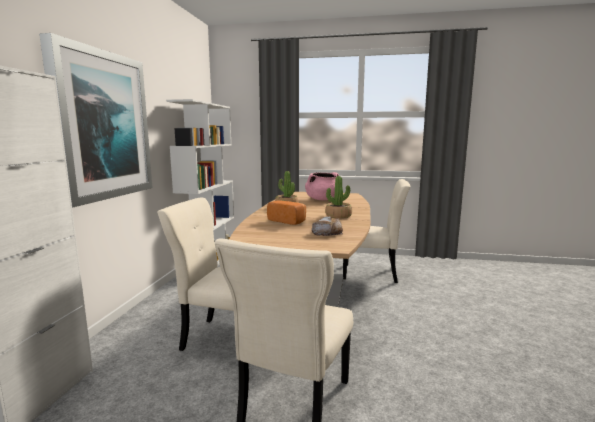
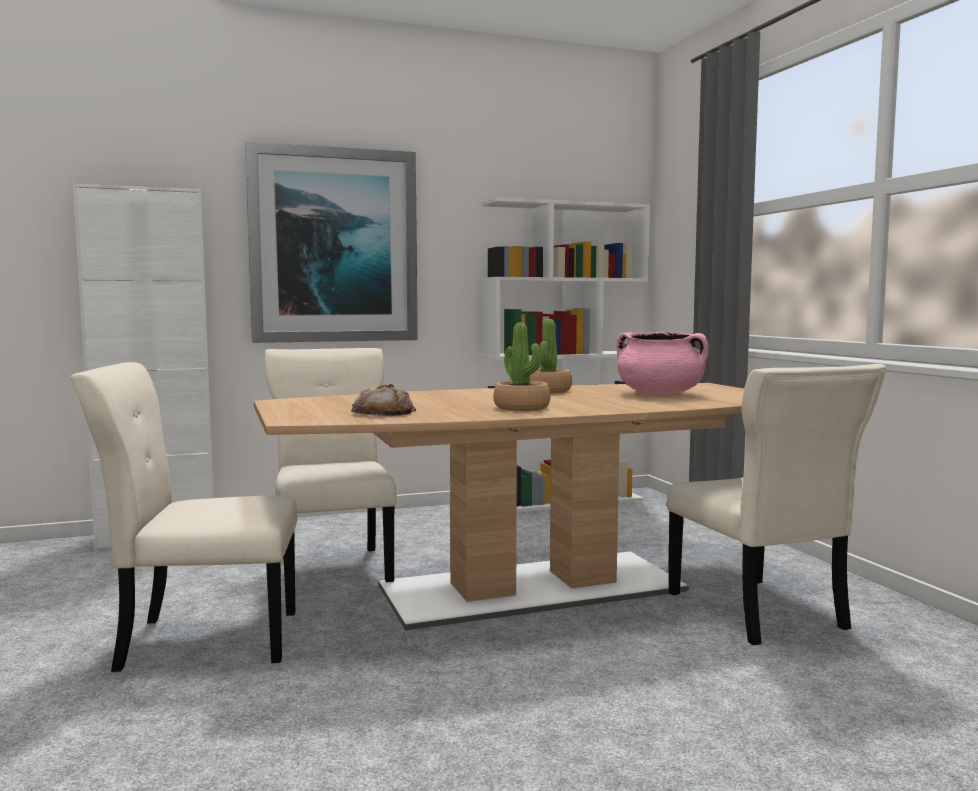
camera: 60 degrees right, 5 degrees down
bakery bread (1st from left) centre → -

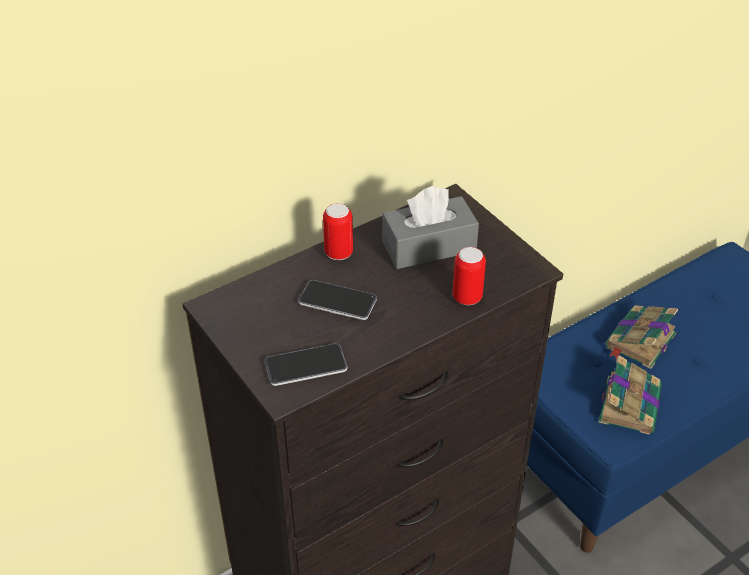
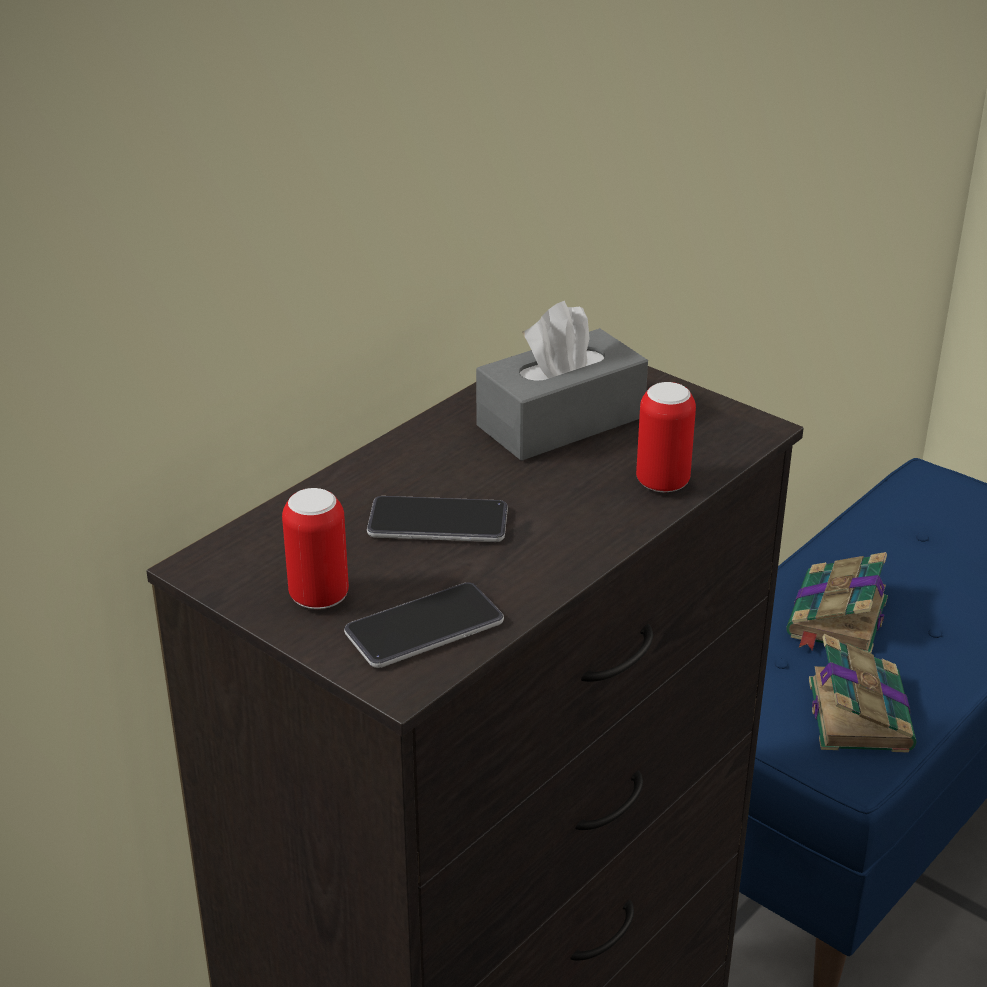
camera: 15 degrees left, 10 degrees down
sealed can (1st from left) centre → sealed can (1st from left) middle left, moved

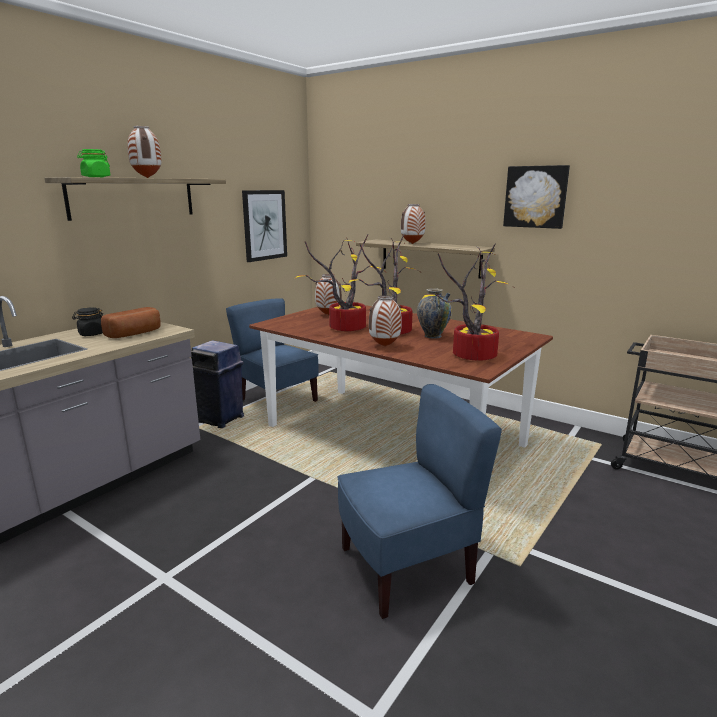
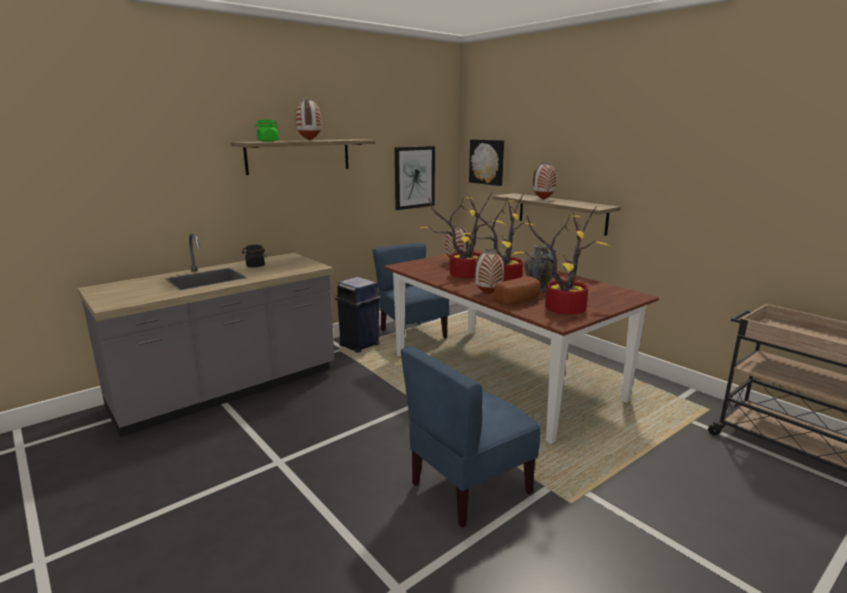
camera: 15 degrees right, 0 degrees up
bakery bread middle left → bakery bread centre, moved
plain chair (bluish) (2nd from left) bottom centre, 150 degrees clockwise
picture (2nd from left) top right → picture (2nd from left) top centre, moved

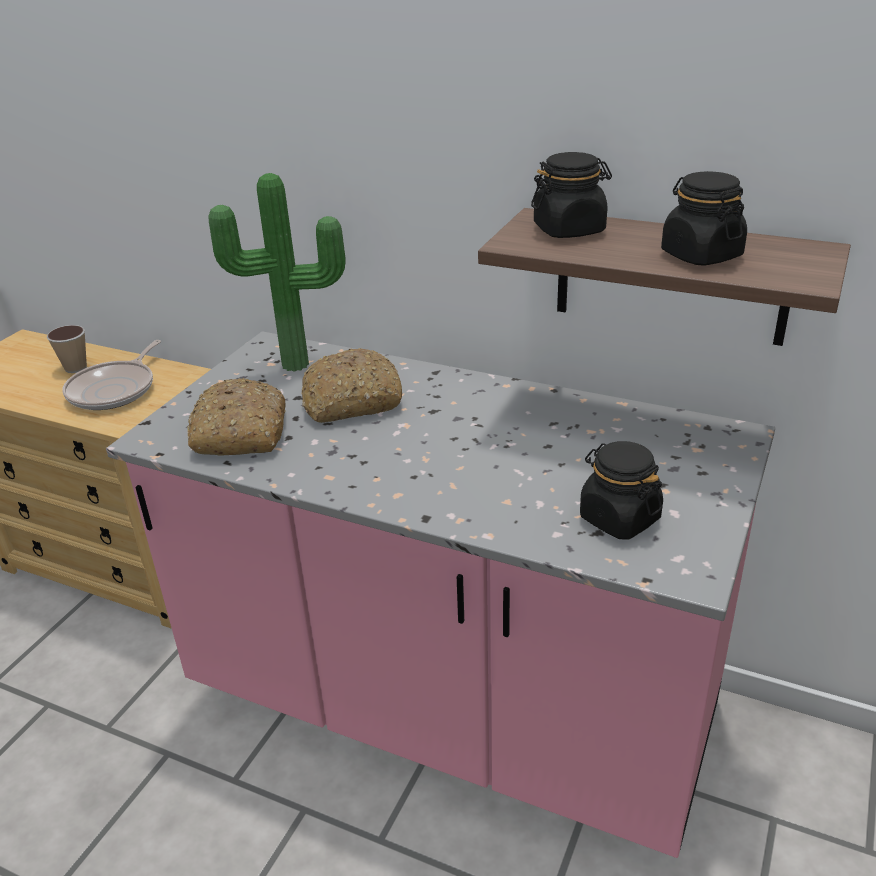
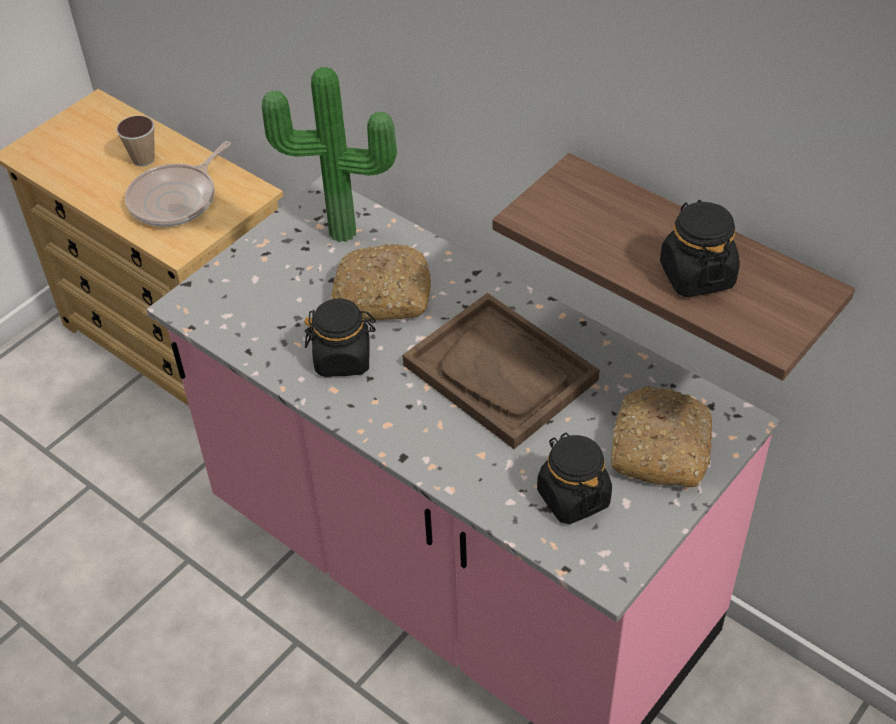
camera: 15 degrees right, 15 degrees up
bakery bread (1st from left in the first image) middle left → bakery bread (2nd from left) middle right, moved
jar (black-coloured) (1st from left) top centre → jar (black-coloured) (1st from left) centre, moved
- → carrying tray (brown) centre

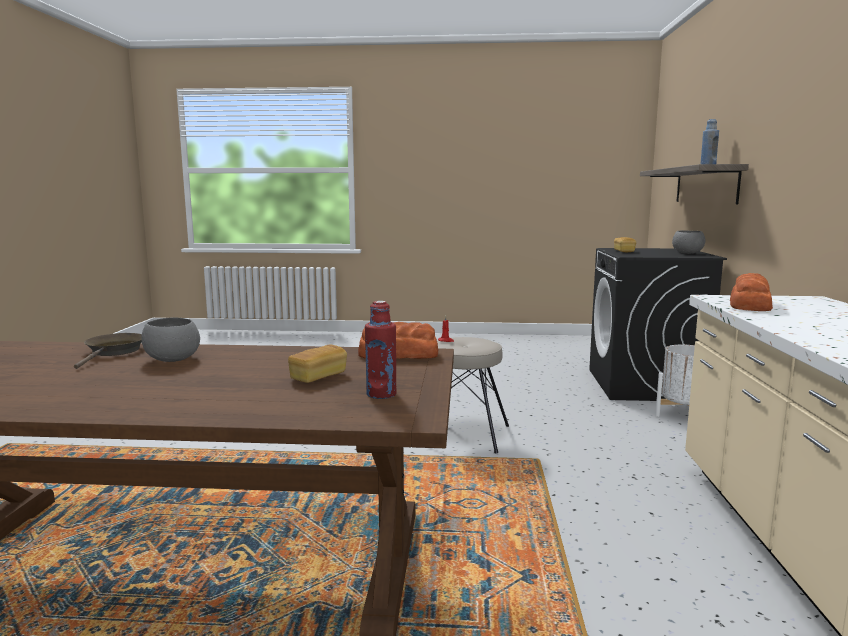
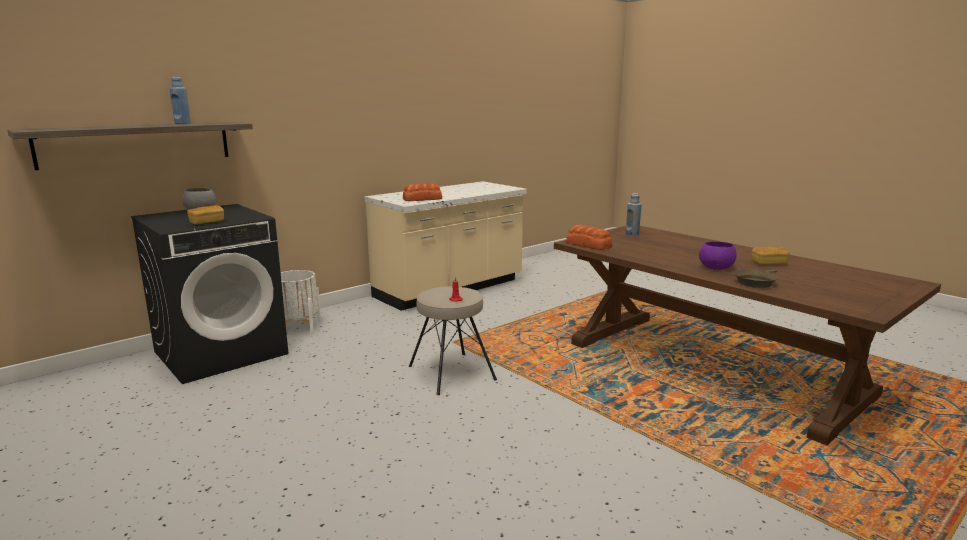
camera: 135 degrees left, 5 degrees up
bowl (greyish) (1st from left) middle left → bowl (purple-coloured) middle right
bakery bread (1st from left in the first image) centre → bakery bread (4th from left) middle right, moved
bottle (red-coloured) centre → bottle (bluish) (2nd from left) centre

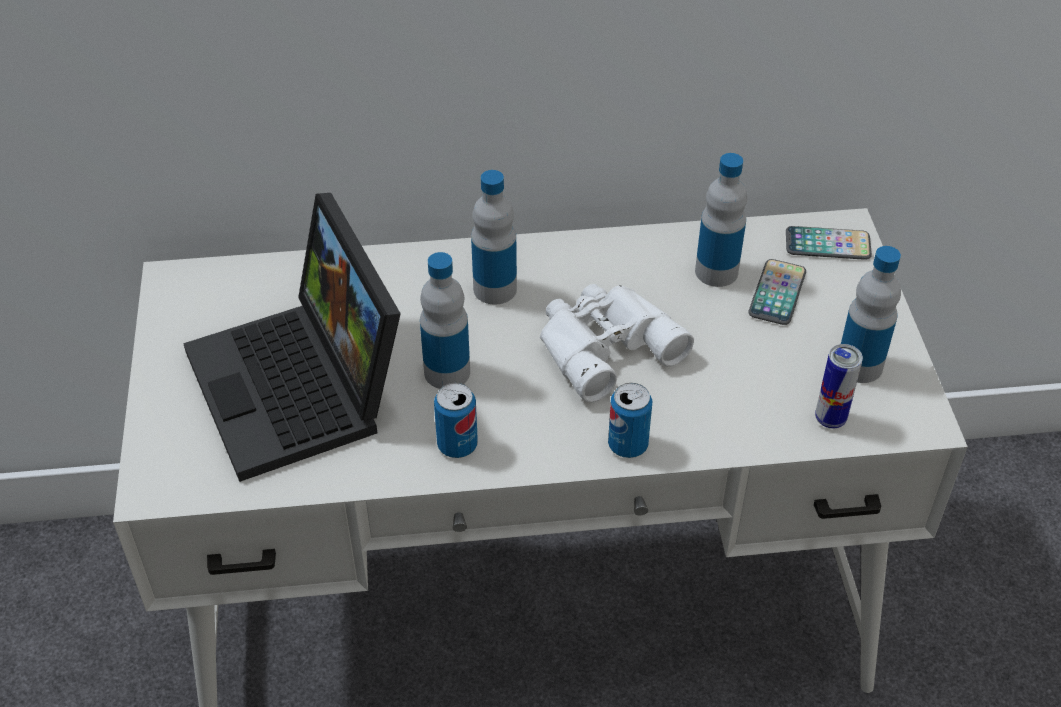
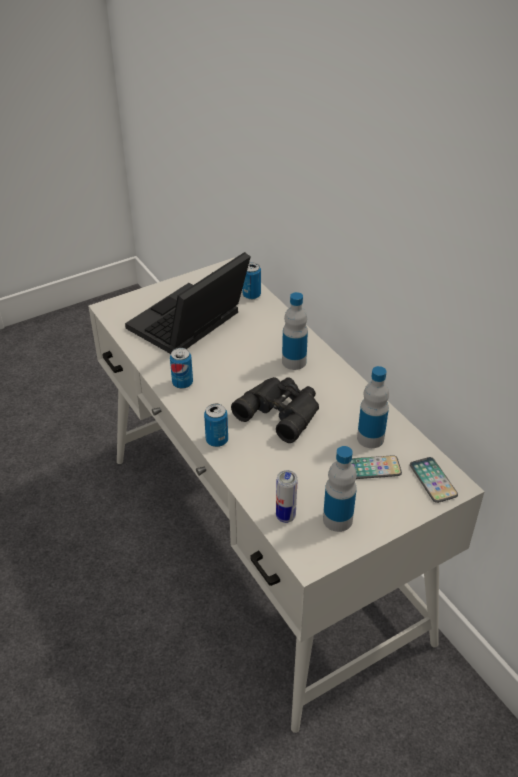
camera: 65 degrees right, 5 degrees down
bottle (1st from left) centre → -
field glasses (white-coloured) centre → field glasses (black-coloured) centre
- → sealed can (3rd from left) centre

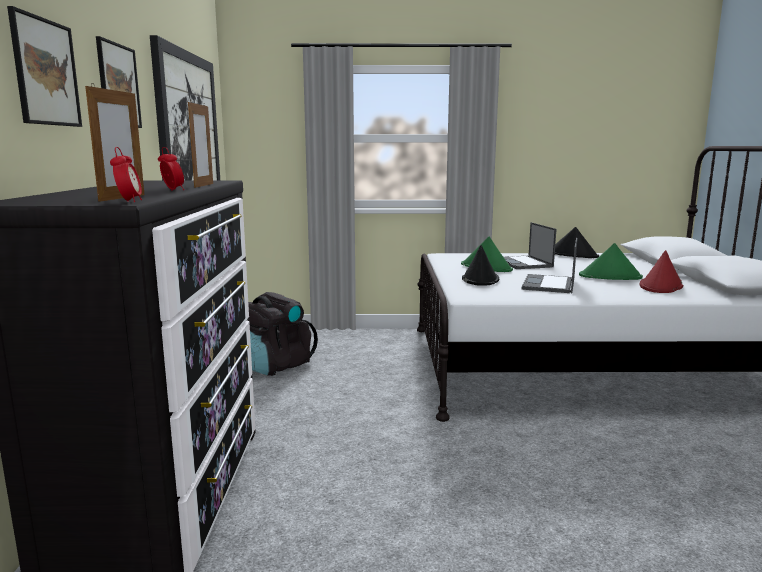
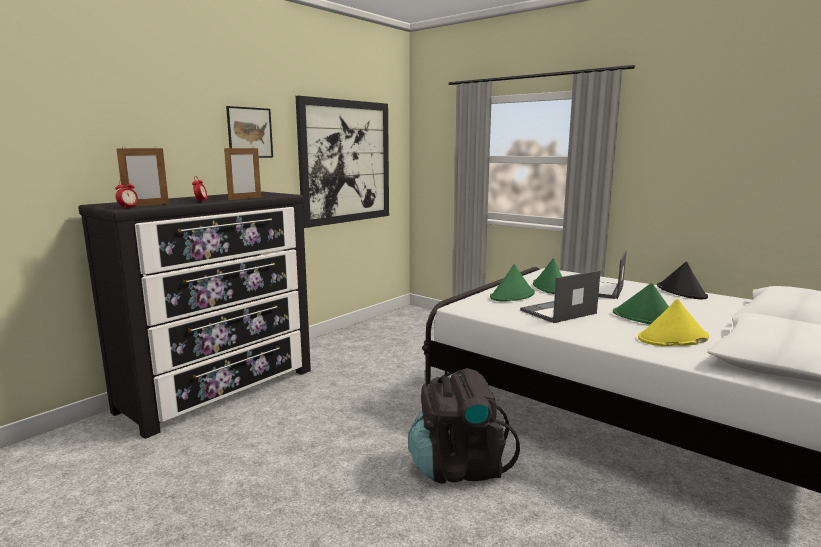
camera: 40 degrees right, 0 degrees up
picture (1st from left) top left → -
knapsack (black-coloured) centre → knapsack (black-coloured) bottom centre, moved
clothing hat (black-coloured) (1st from left) centre → clothing hat (greenish) (1st from left) centre
clothing hat (red-coloured) middle right → clothing hat (yellow-coloured) middle right

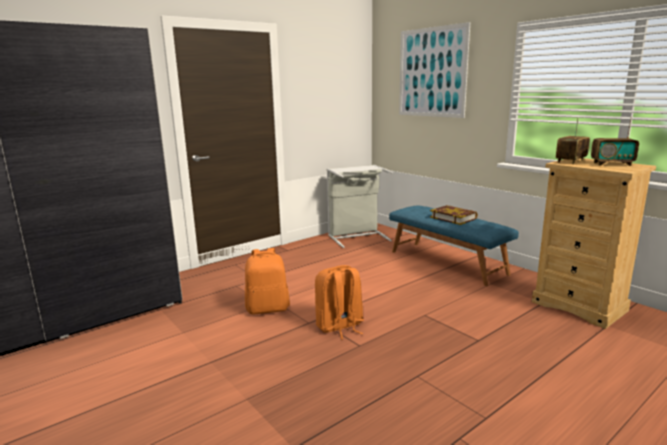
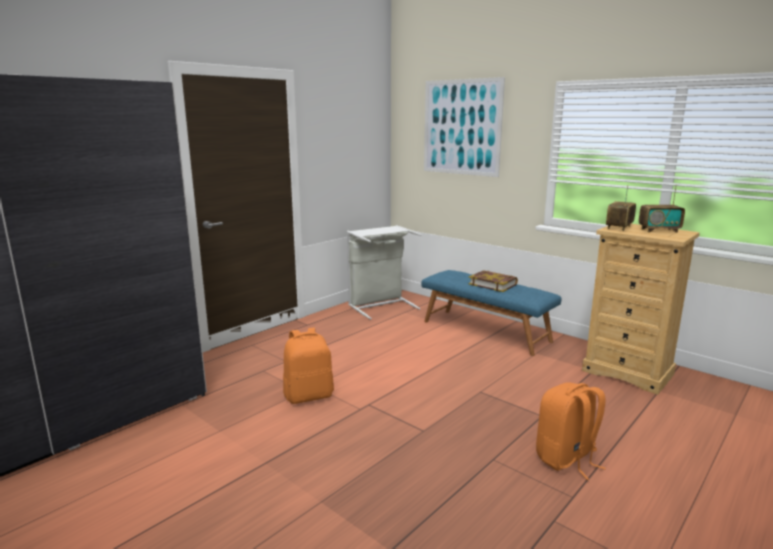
camera: 10 degrees left, 0 degrees up
knapsack (orangey) (2nd from left) bottom centre → knapsack (orangey) (2nd from left) bottom right, moved

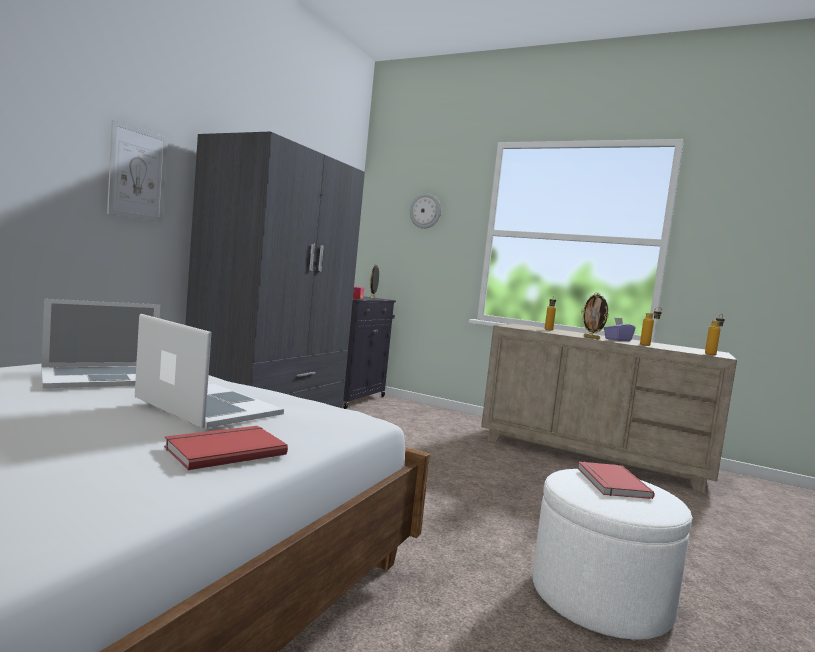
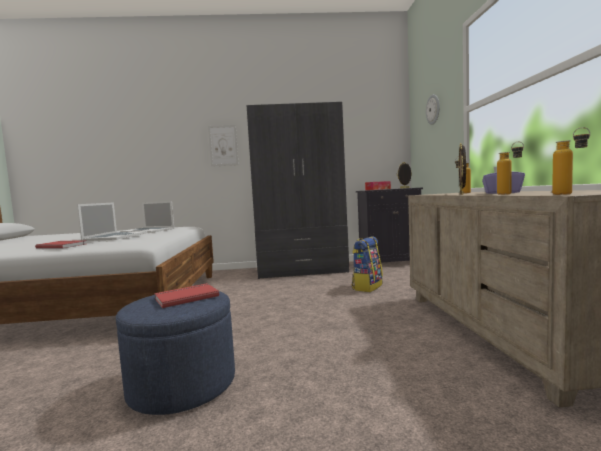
camera: 60 degrees right, 0 degrees up
ottoman (white-coloured) bottom right → ottoman (bluish) bottom left
- → knapsack centre

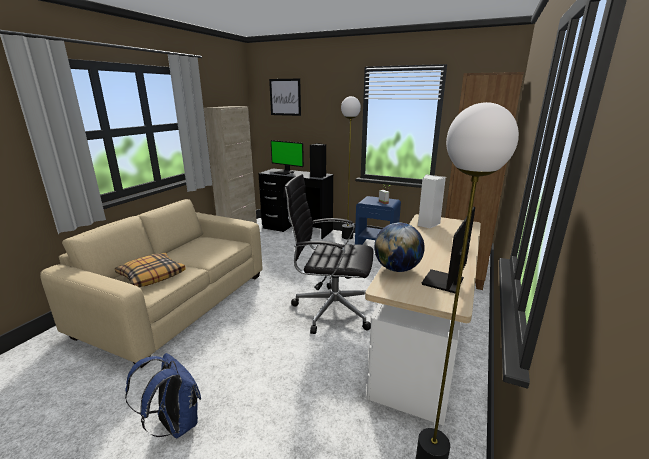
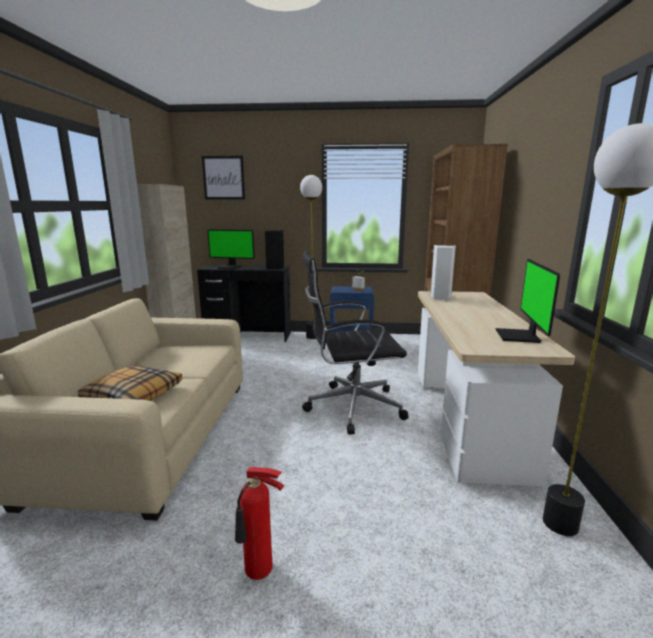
camera: 20 degrees left, 5 degrees down
knapsack (bluish) bottom left → extinguisher bottom centre
globe centre → -

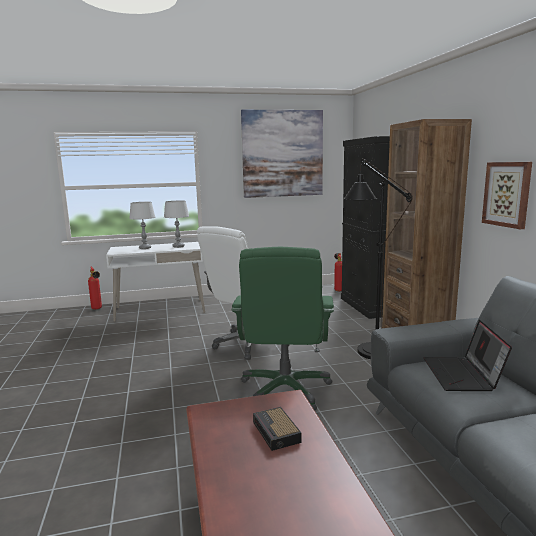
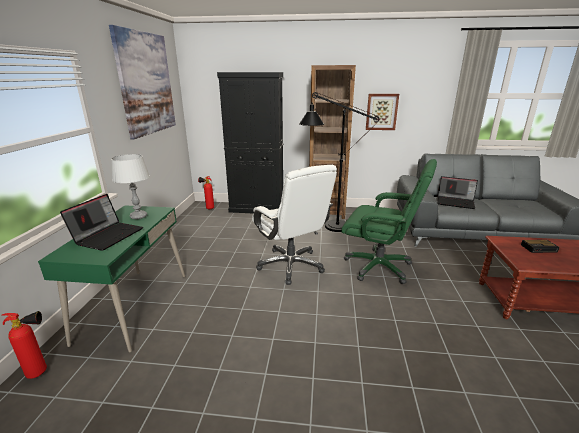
camera: 70 degrees left, 10 degrees up
desk table (white-coloured) middle left → desk table (greenish) middle left
lamp for a table (greyish) (1st from left) middle left → notebook computer (1st from left) middle left

